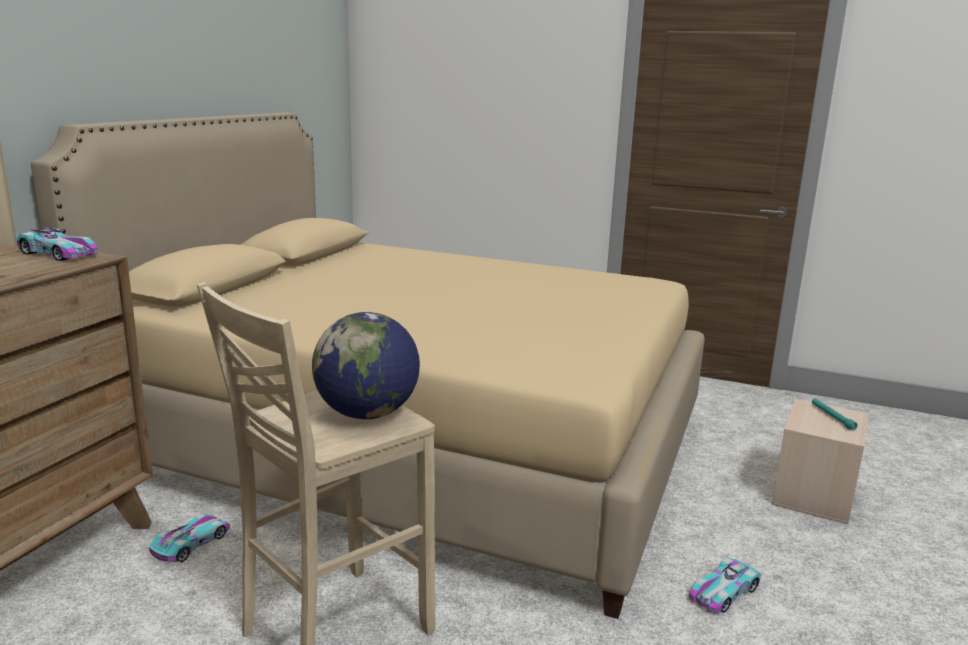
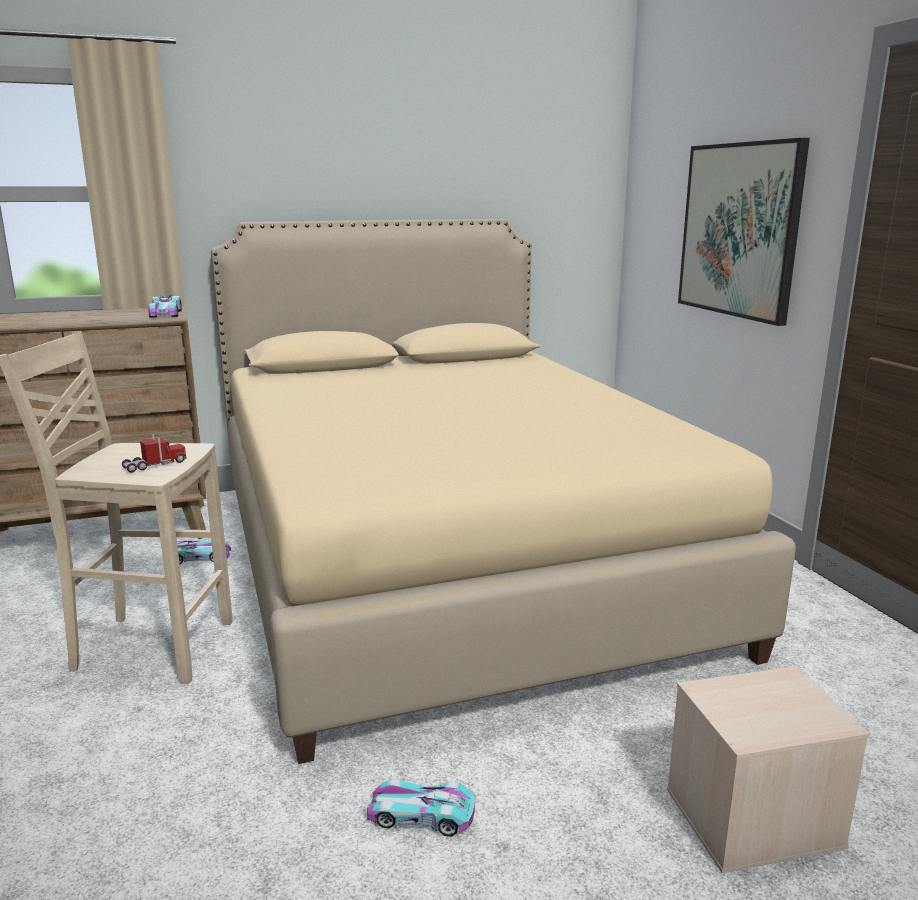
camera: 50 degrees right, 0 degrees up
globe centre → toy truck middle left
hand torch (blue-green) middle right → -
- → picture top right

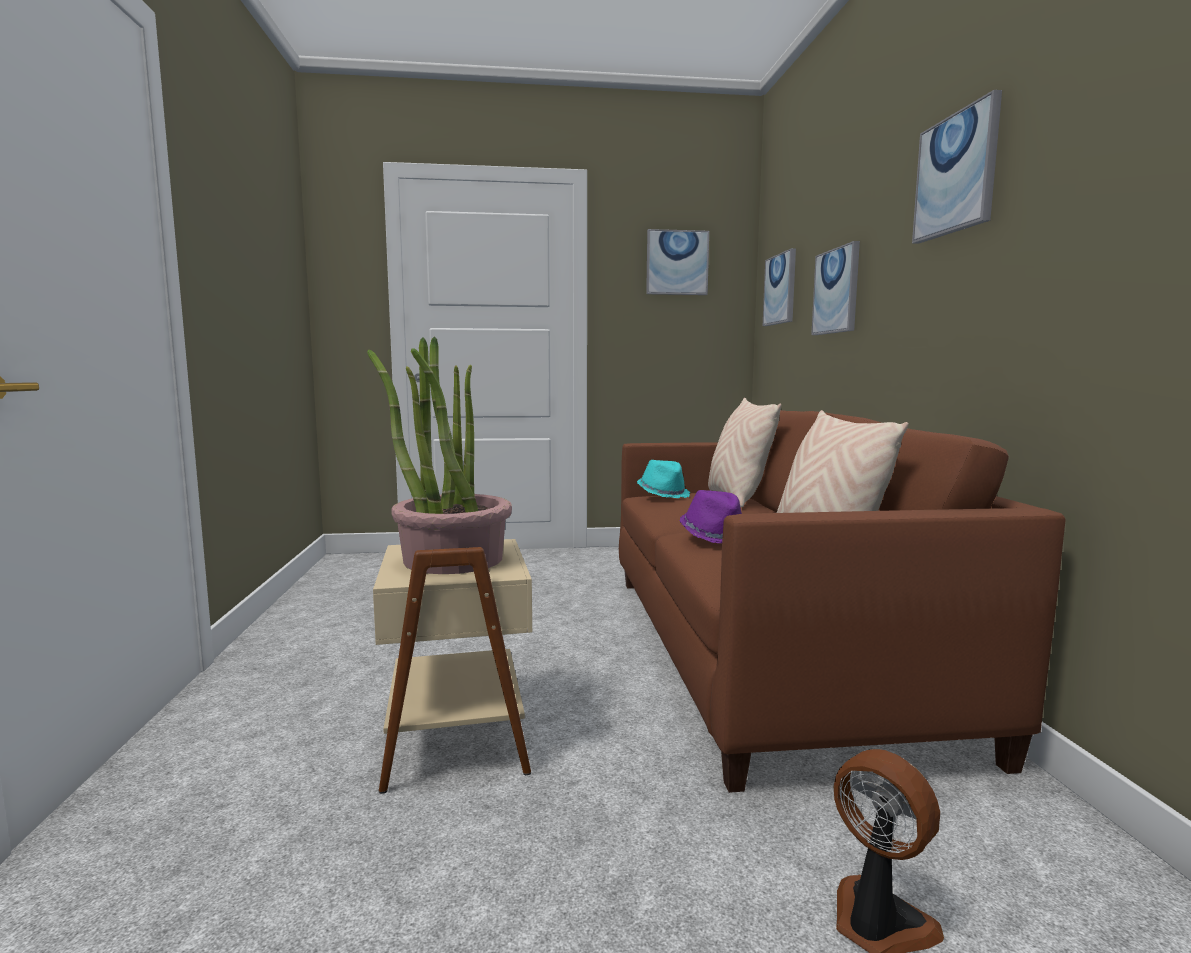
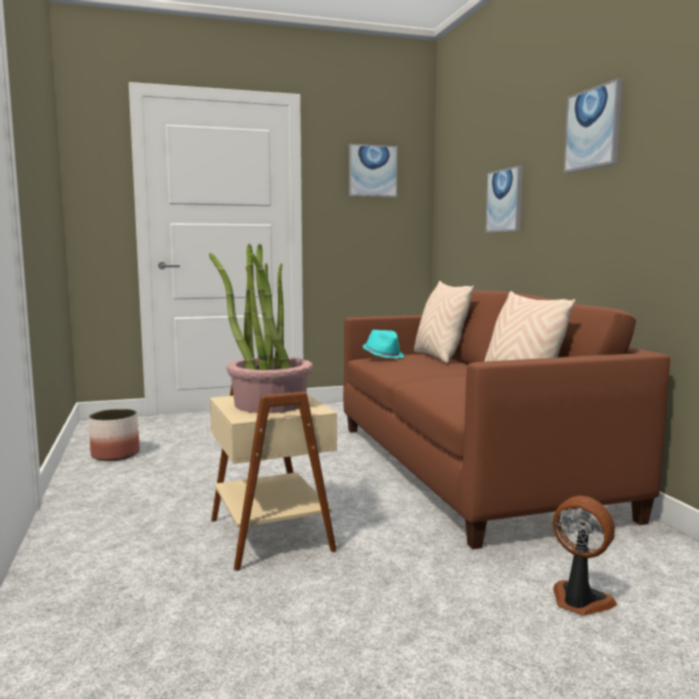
camera: 10 degrees left, 0 degrees up
clothing hat (purple-coloured) centre → -
picture (2nd from left) top centre → -
- → planter middle left

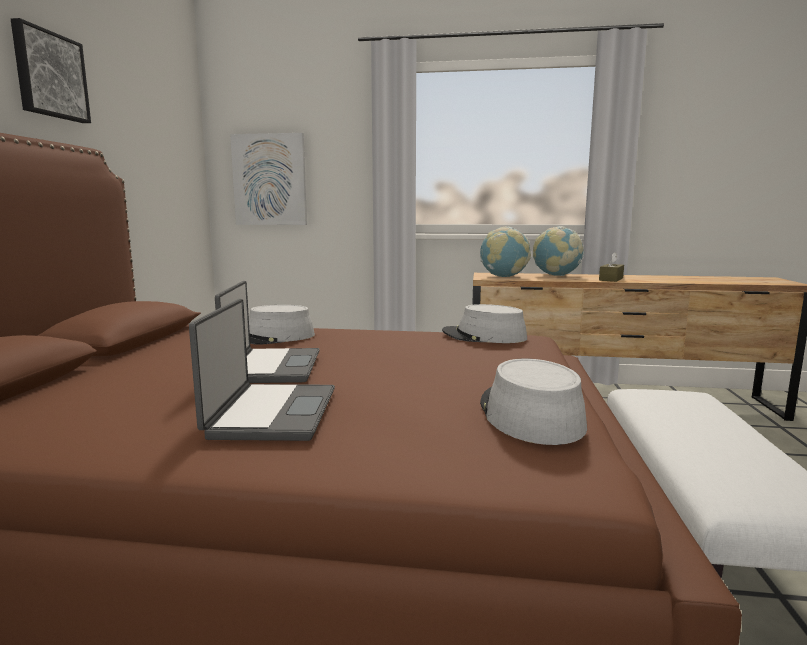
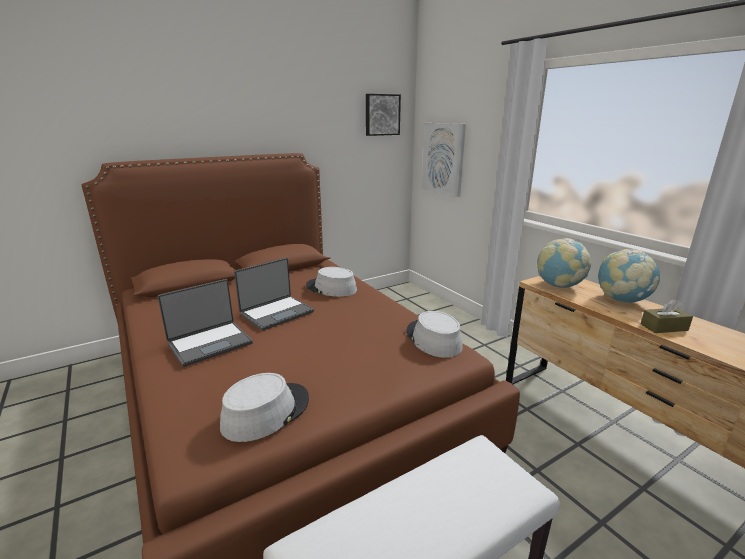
camera: 50 degrees right, 10 degrees up
picture (1st from left) top left → picture (1st from left) top centre, moved

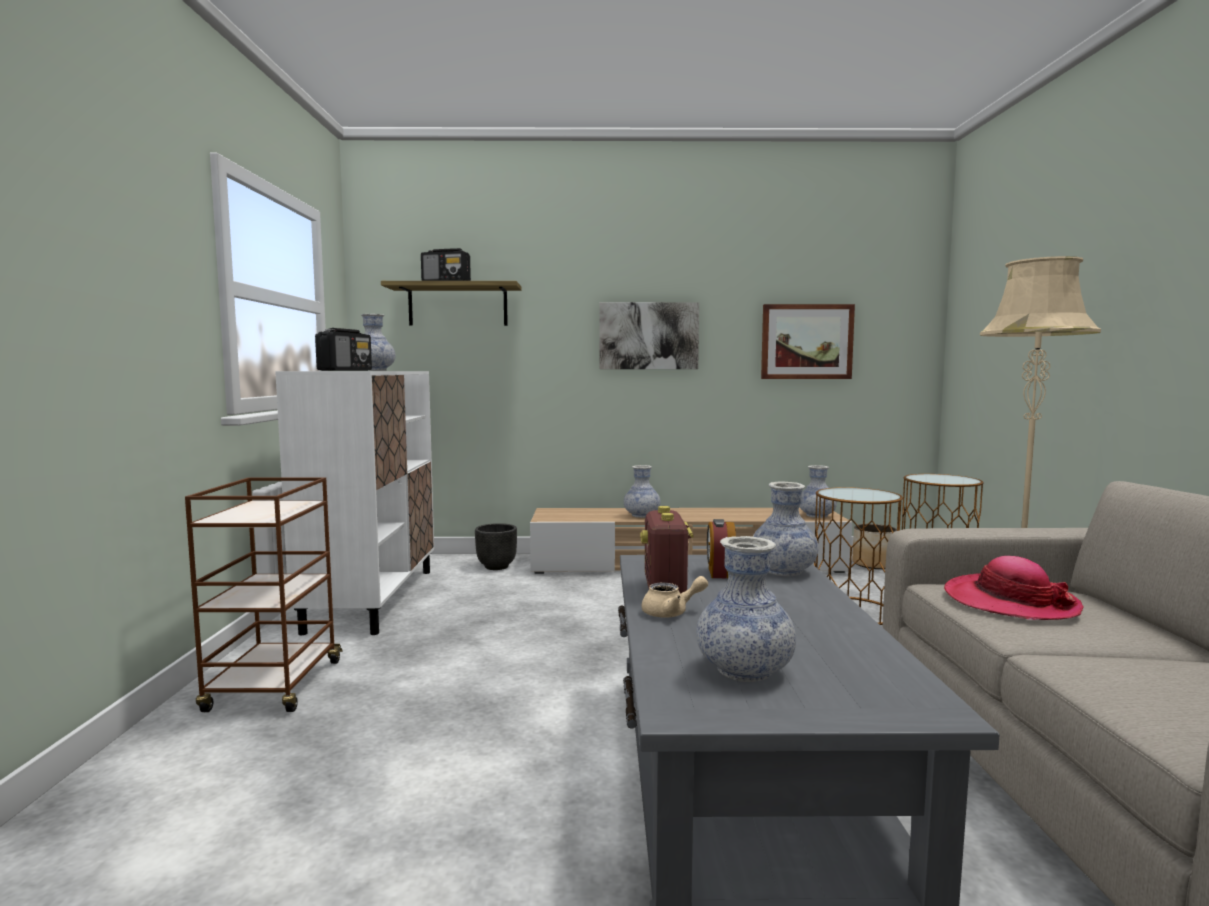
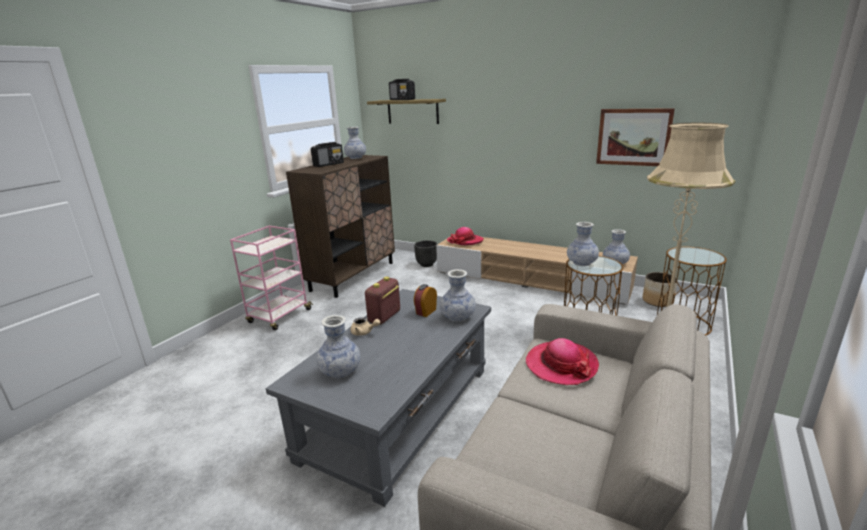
camera: 30 degrees right, 15 degrees up
wheeled cart (brown) middle left → wheeled cart (pink-coloured) middle left
storage cabinet (white-coloured) middle left → storage cabinet (brown) centre
picture (1st from left) centre → -
flower vase (2nd from left in the first image) centre → flower vase (4th from left) middle right, moved
- → clothing hat (1st from left) centre

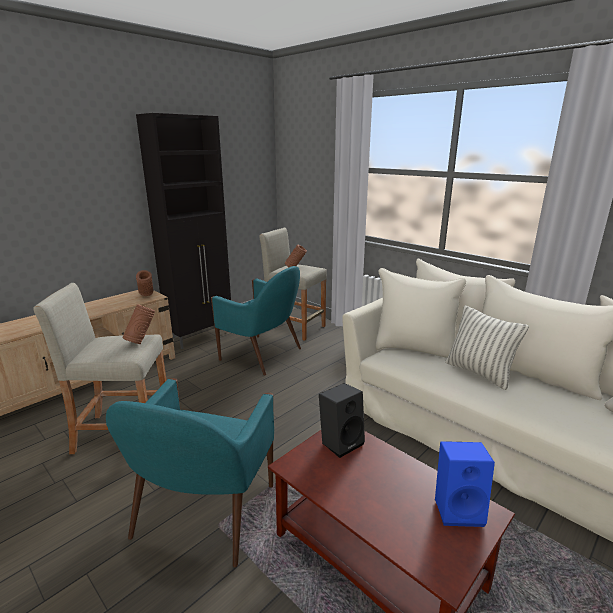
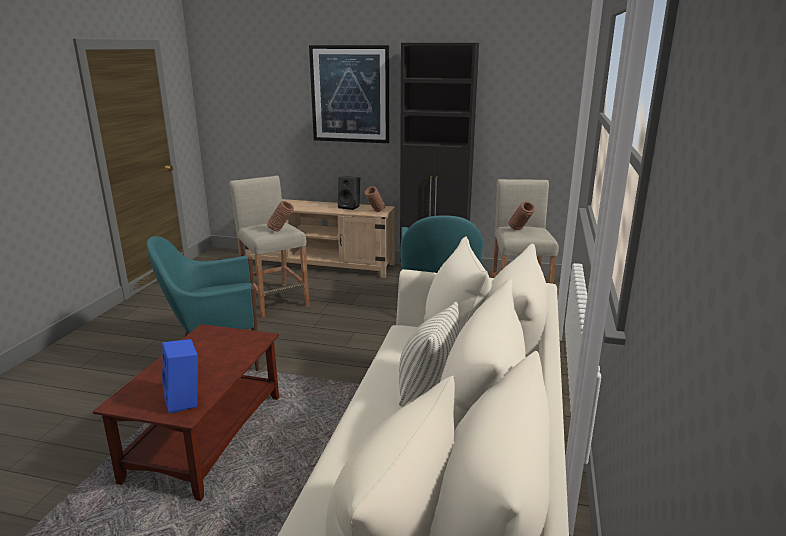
camera: 60 degrees right, 0 degrees up
speaker (black-coloured) bottom centre → speaker (black-coloured) centre, moved
- → picture top centre

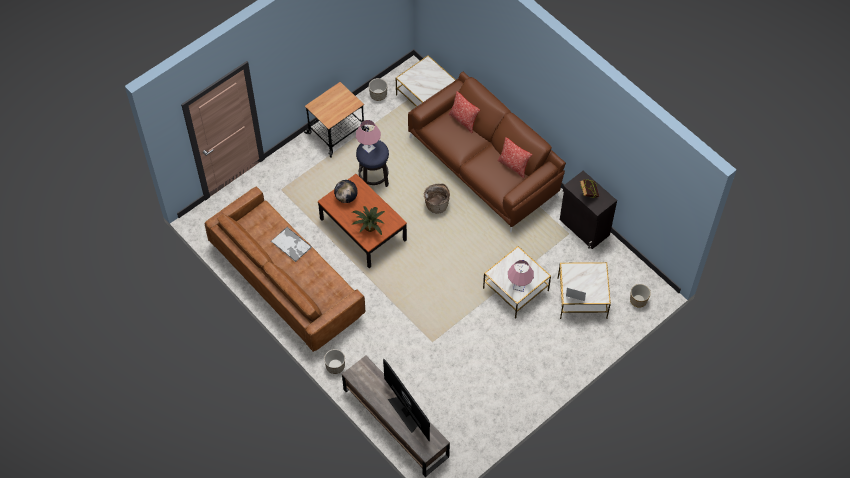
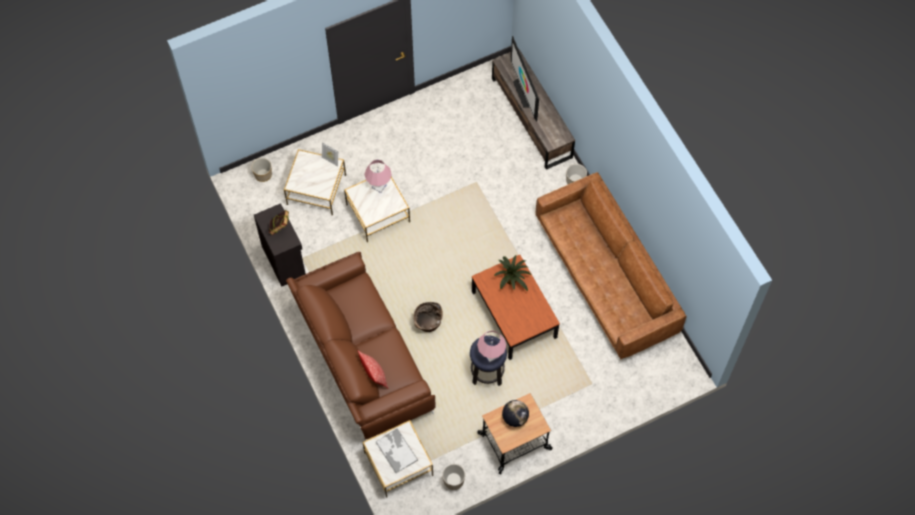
camera: 165 degrees left, 5 degrees up
carrying tray centre → carrying tray bottom centre, moved
globe centre → globe bottom centre, moved
throw pillow (2nd from left) top centre → -

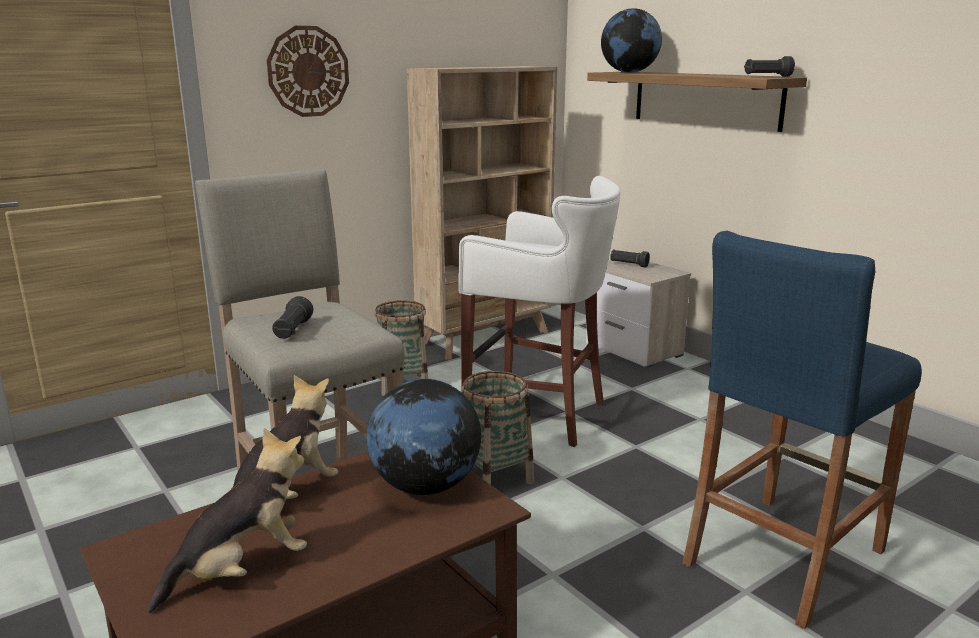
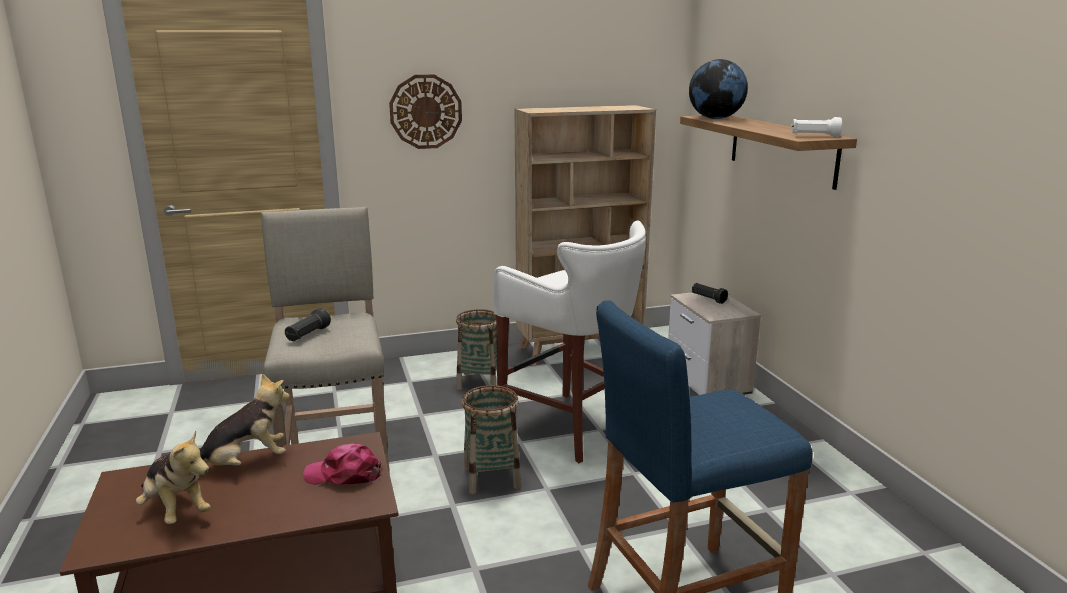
camera: 20 degrees right, 0 degrees up
cuddly toy (1st from left) bottom left, 60 degrees clockwise
globe (1st from left) bottom centre → peaked cap (pink-coloured) bottom left
hand torch (black-coloured) (3rd from left) top right → hand torch (white-coloured) top right

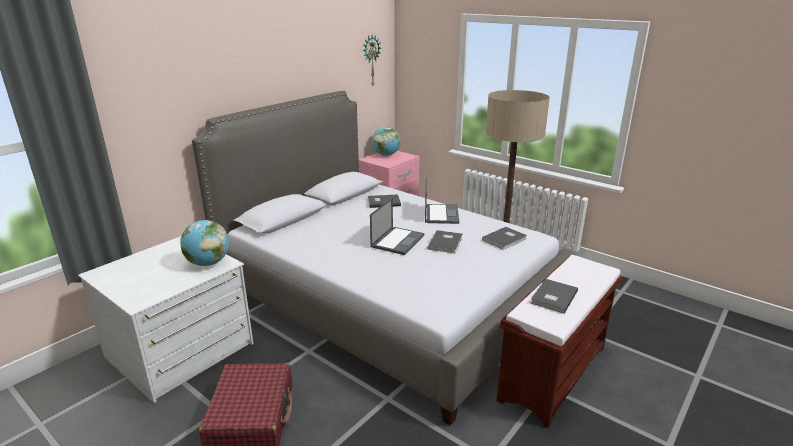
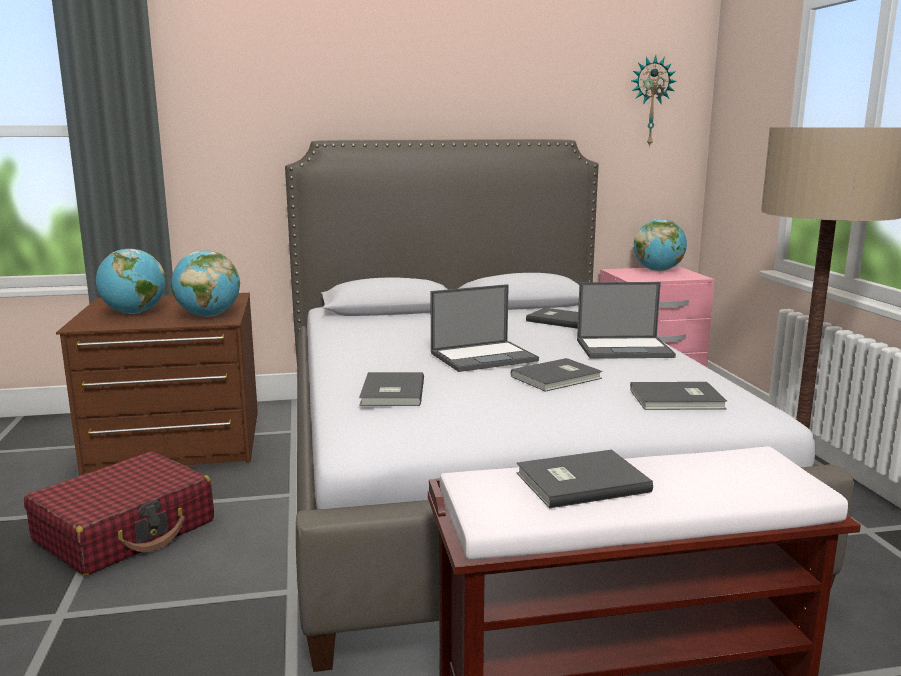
camera: 40 degrees right, 10 degrees down
chest of drawers (white-coloured) bottom left → chest of drawers (brown) middle left
notebook computer (2nd from left) centre → notebook computer (2nd from left) middle right, 45 degrees clockwise
- → globe (1st from left) middle left
- → volume (greyish) (1st from left) centre

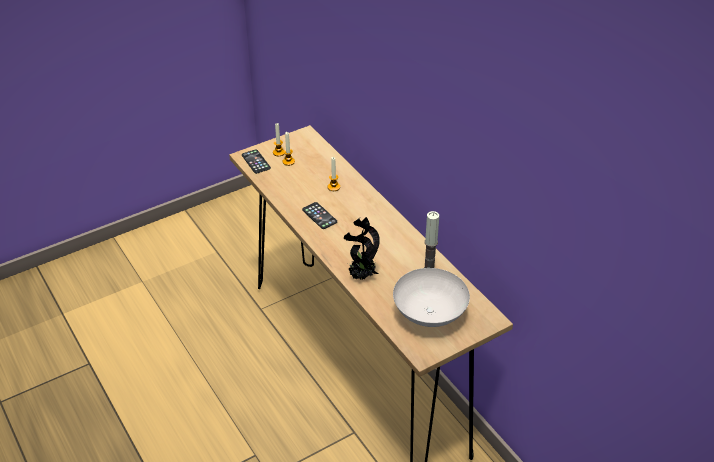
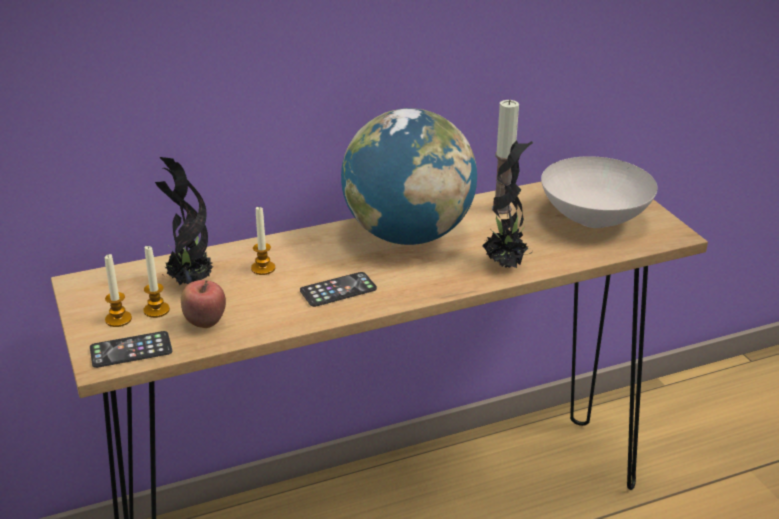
camera: 80 degrees left, 10 degrees down
- → potted plant (1st from left) middle left
- → whole apple middle left
- → globe centre

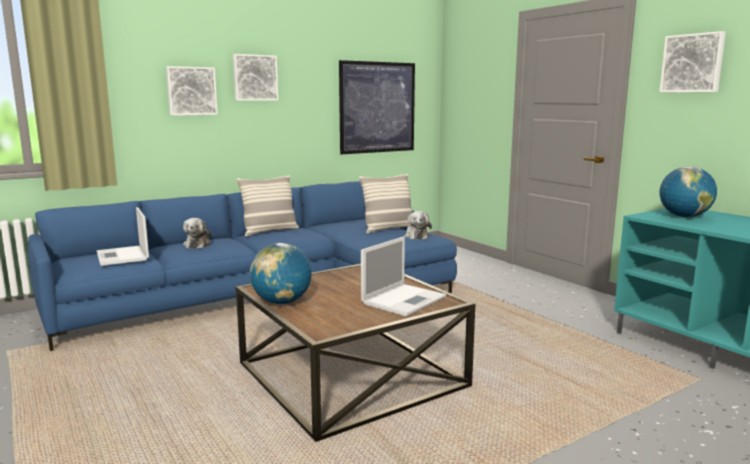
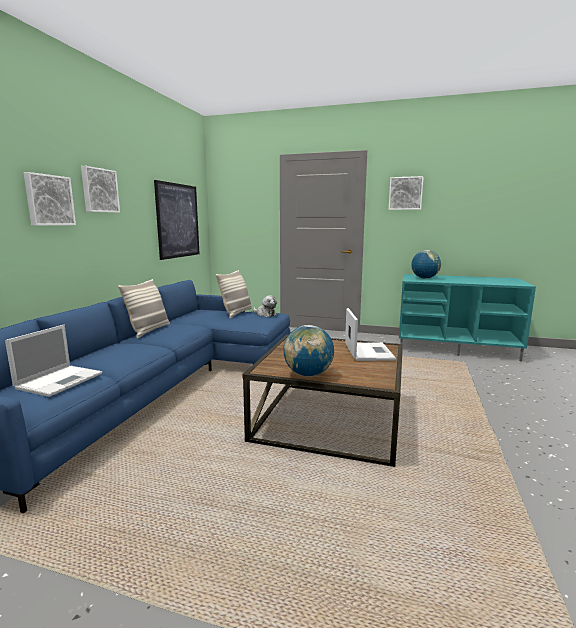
camera: 40 degrees left, 0 degrees up
notebook computer (1st from left) middle left, 90 degrees counterclockwise
cuddly toy (1st from left) middle left → -

